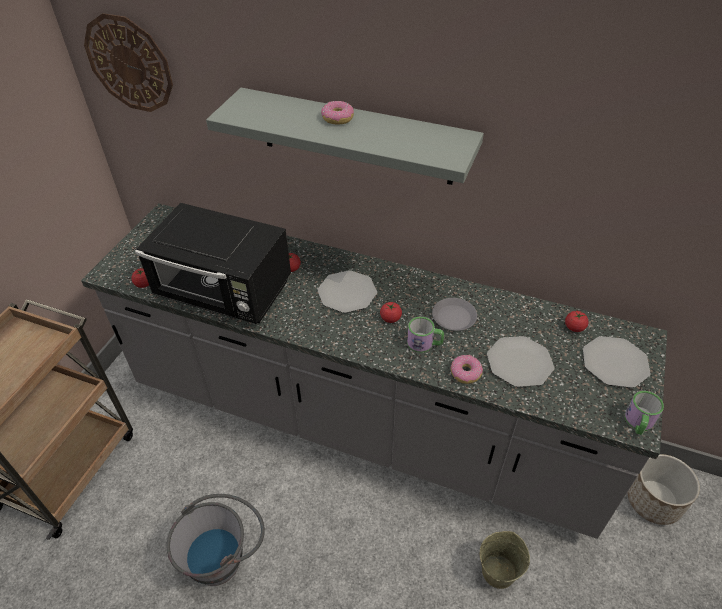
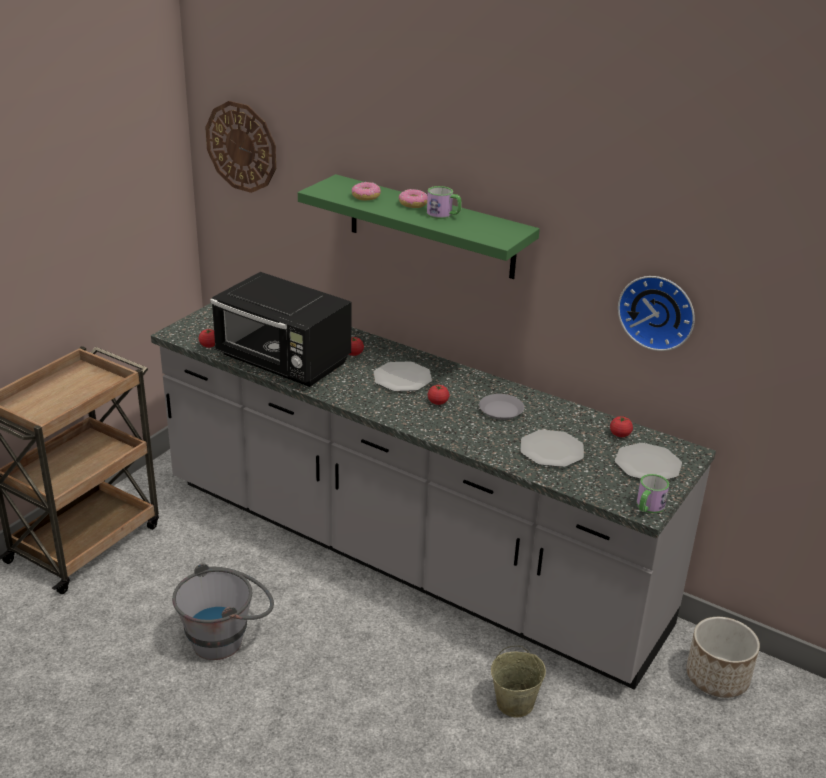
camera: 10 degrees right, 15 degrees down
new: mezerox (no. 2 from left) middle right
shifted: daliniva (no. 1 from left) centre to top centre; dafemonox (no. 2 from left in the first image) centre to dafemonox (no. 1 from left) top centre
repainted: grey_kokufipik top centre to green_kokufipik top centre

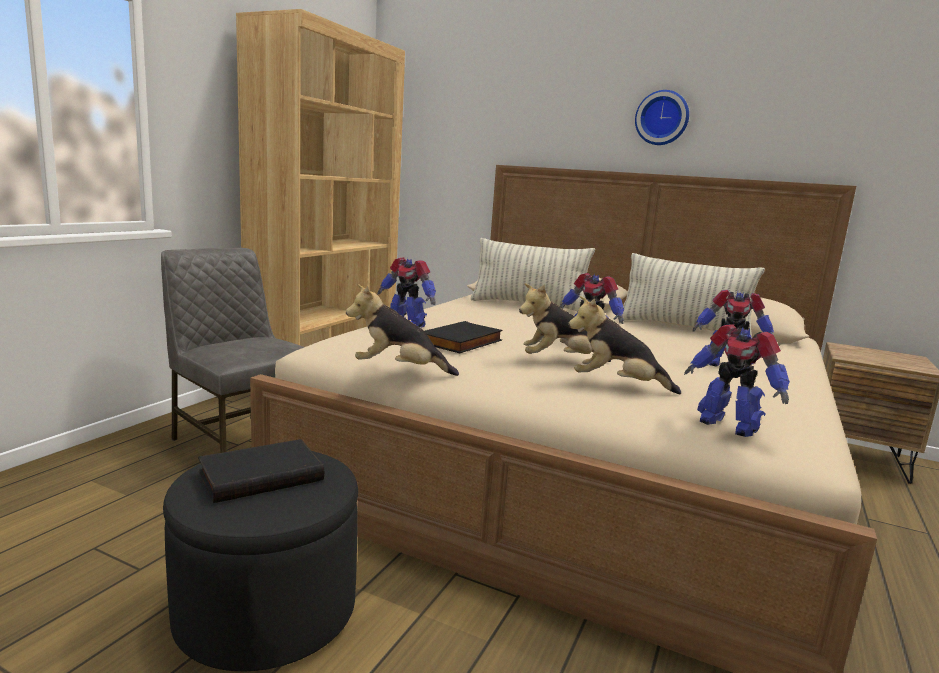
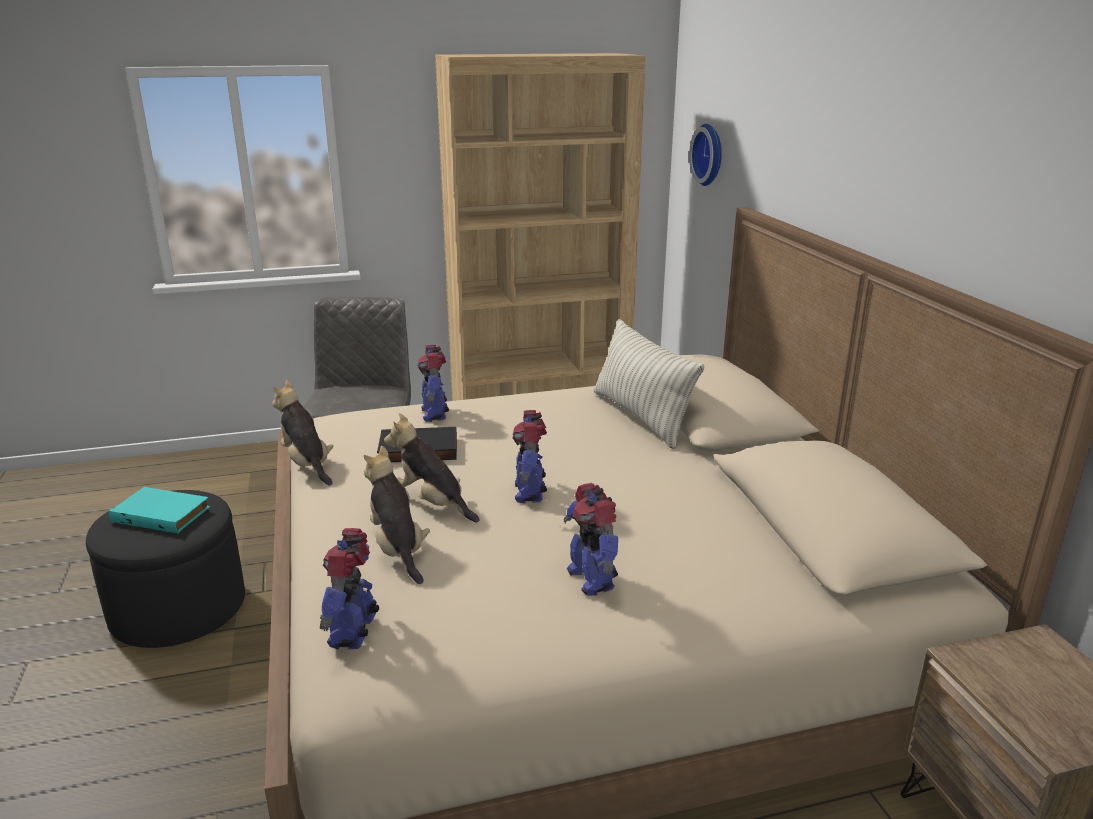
camera: 50 degrees right, 10 degrees up
gone: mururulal (no. 2 from left) middle right
shifted: mezerox top right to top centre
repainted: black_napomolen (no. 1 from left) bottom left to turquoise_napomolen middle left

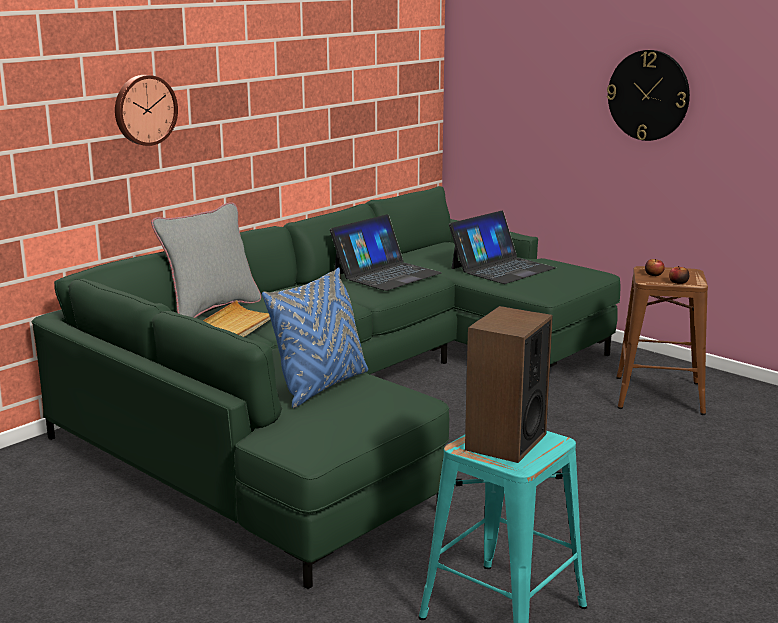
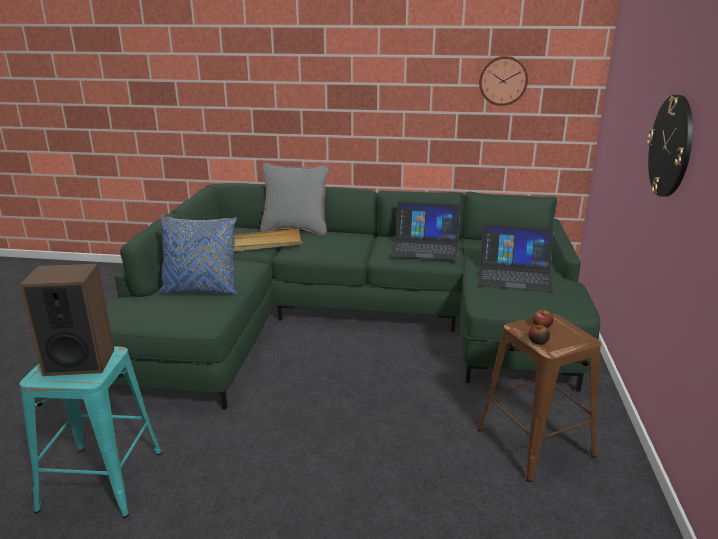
camera: 55 degrees right, 5 degrees up
shifted: mezerox (no. 1 from left) top left to top right

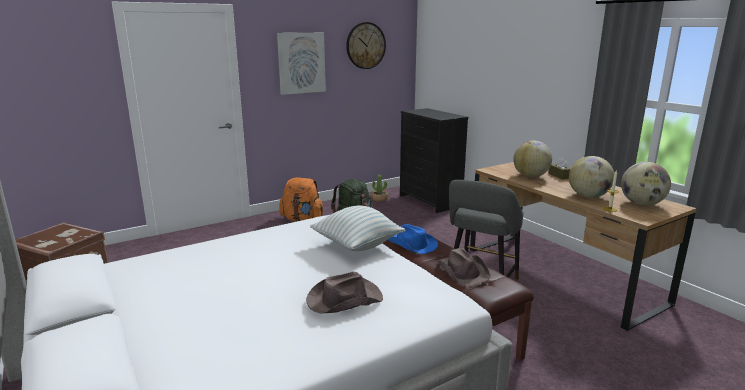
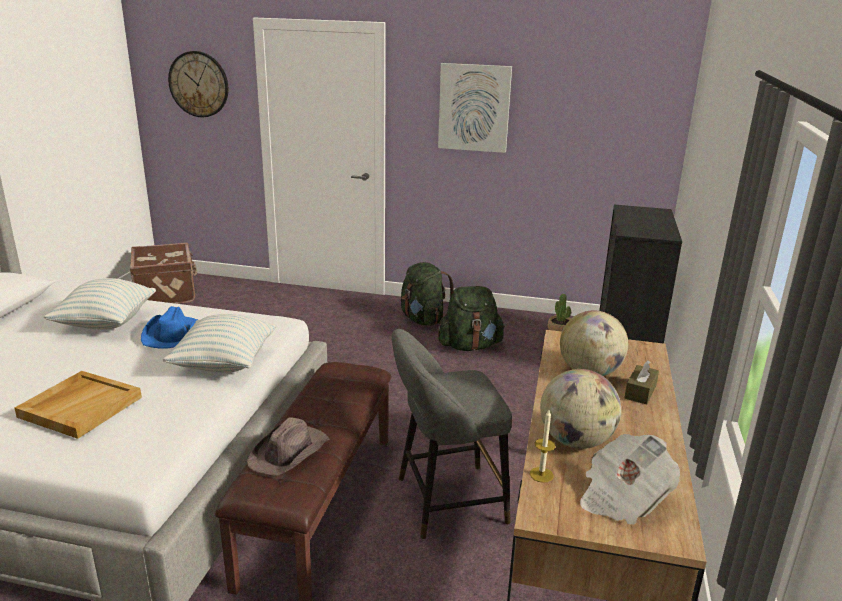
camera: 45 degrees right, 5 degrees up
new: mururulal (no. 1 from left) middle left
shifted: mezerox top centre to top left; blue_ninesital centre to middle left
swapped: brown_ninesital (no. 1 from left) bottom centre to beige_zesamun bottom left; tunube (no. 3 from left) middle right to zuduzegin bottom right
repainted: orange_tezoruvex centre to green_tezoruvex (no. 1 from left) centre

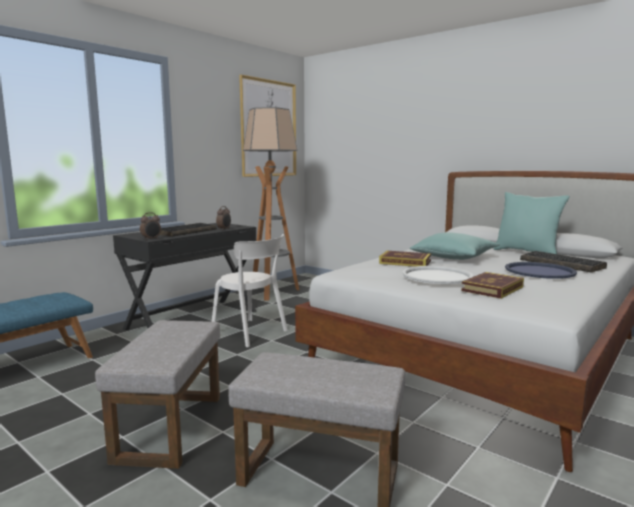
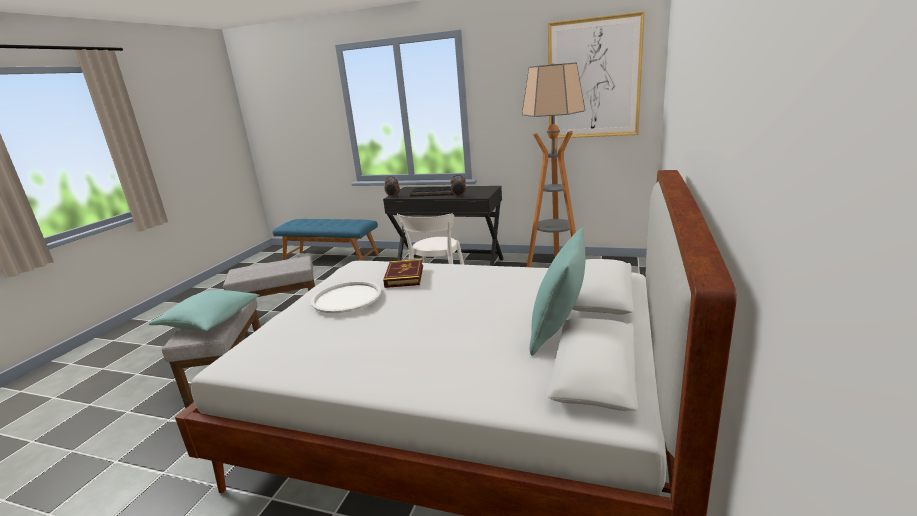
camera: 70 degrees right, 10 degrees up
gone: napomolen (no. 2 from left) middle right; blue_zesamun middle right; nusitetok (no. 2 from left) middle right
shifted: turquoise_mururulal (no. 1 from left) middle right to middle left

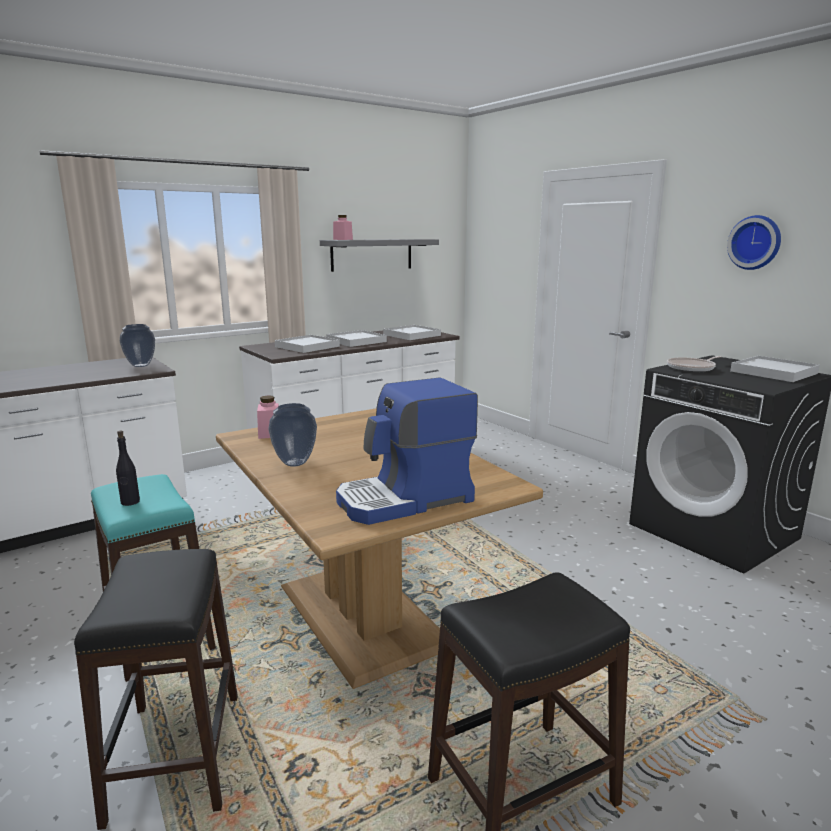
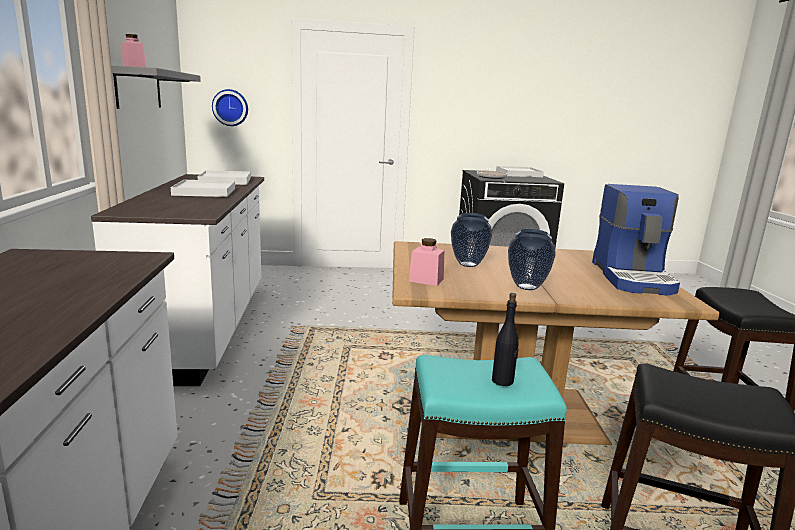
camera: 60 degrees left, 0 degrees up
gone: white_zesamun (no. 1 from left) centre
shifted: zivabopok (no. 1 from left) middle left to centre; mezerox top right to top left

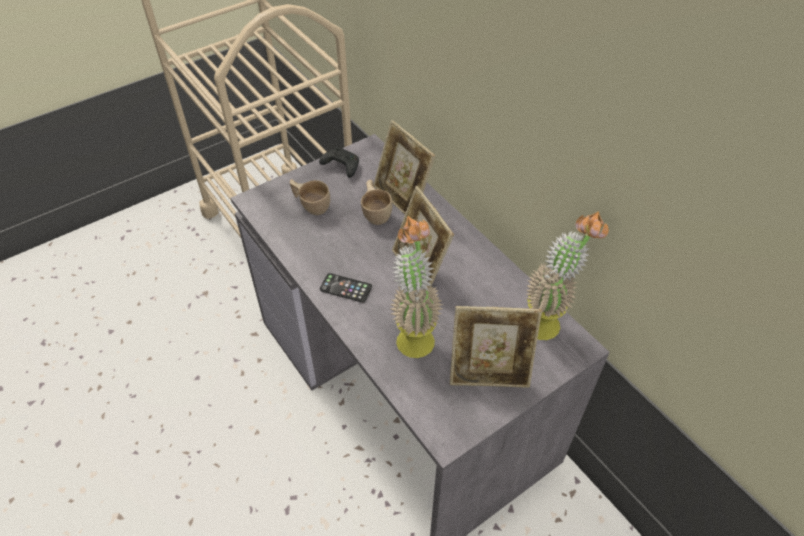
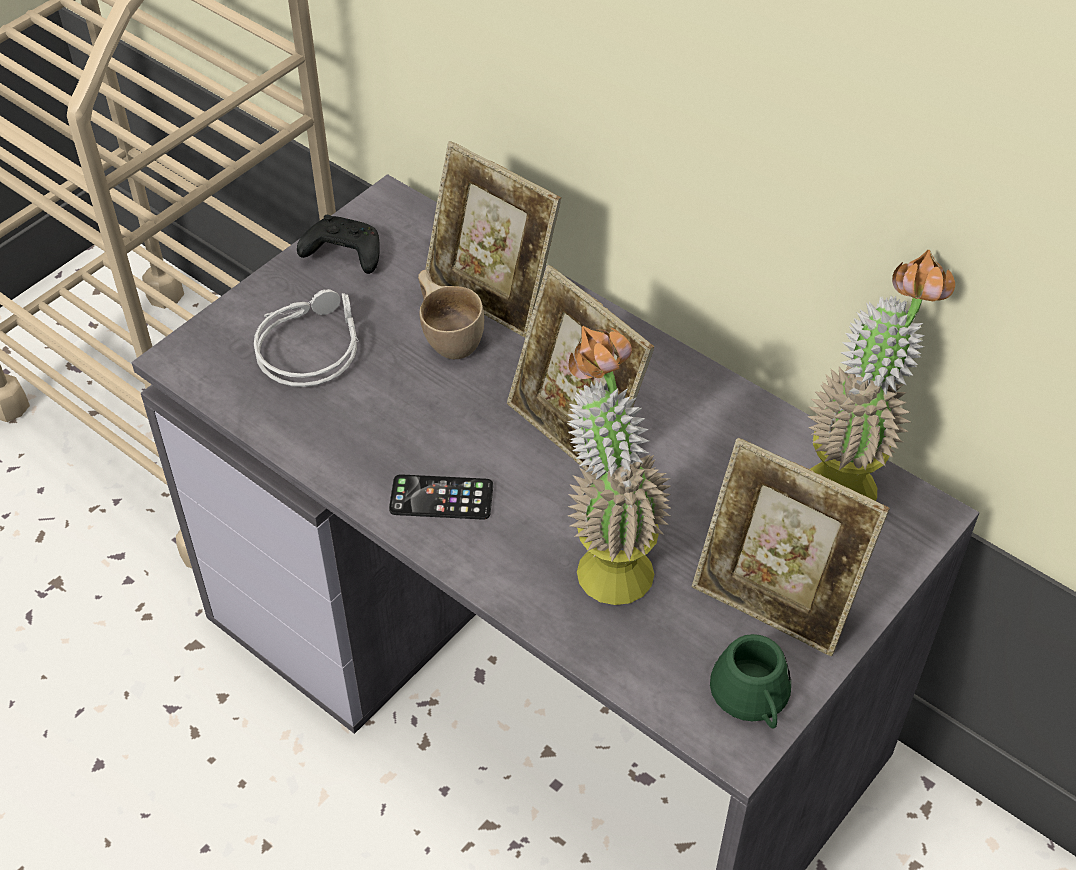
camera: 15 degrees left, 0 degrees up
new: green_daliniva bottom right
swapped: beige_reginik (no. 1 from left) centre to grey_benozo middle left
rotated: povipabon (no. 3 from left) centre = middle right 45 degrees clockwise

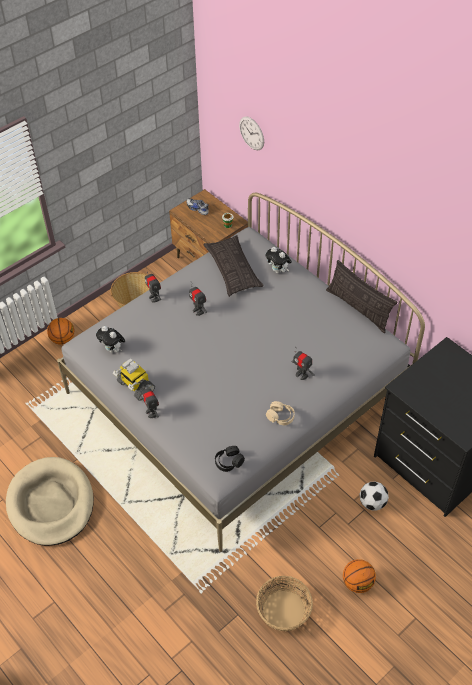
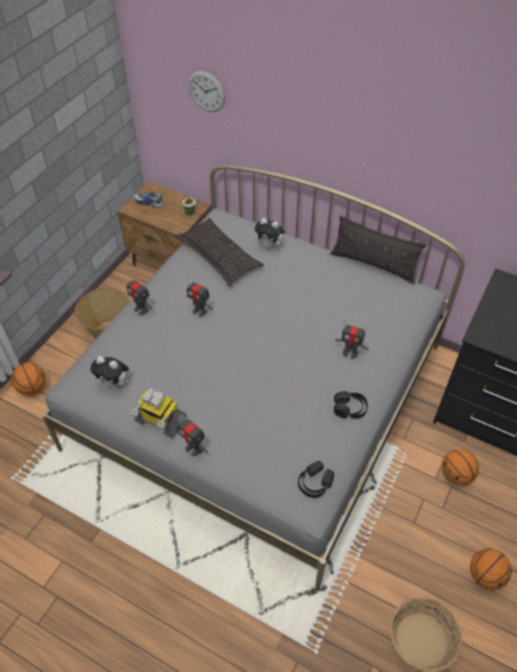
camera: 20 degrees left, 0 degrees up
gone: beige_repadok bottom left
swapped: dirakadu bottom right to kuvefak (no. 2 from left) bottom right
repainted: beige_benozo centre to black_benozo (no. 2 from left) middle right

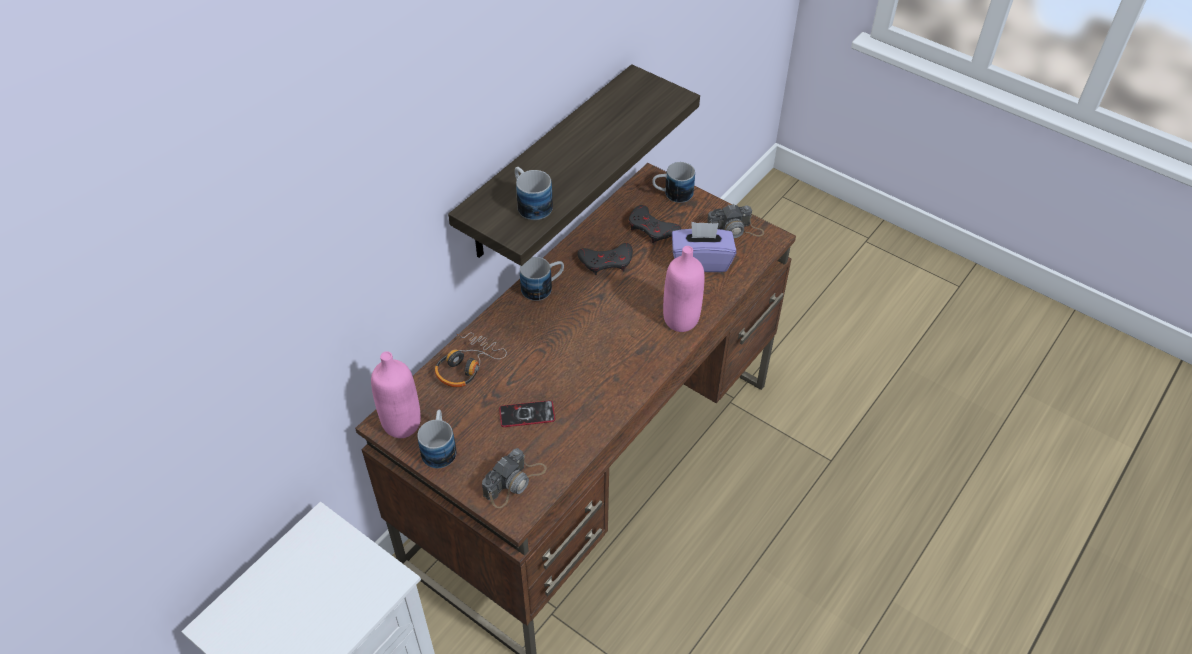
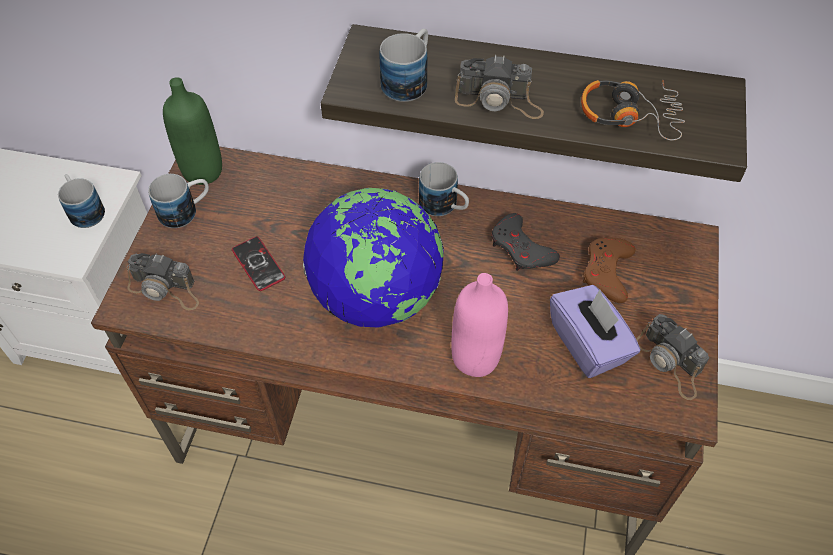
camera: 65 degrees right, 5 degrees up
new: tunube centre; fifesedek (no. 2 from left) top centre
shifted: benozo centre to top right; daliniva (no. 4 from left in the first image) top centre to daliniva (no. 1 from left) middle left
repainted: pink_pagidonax (no. 1 from left) middle left to green_pagidonax top left; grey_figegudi (no. 2 from left) centre to brown_figegudi middle right

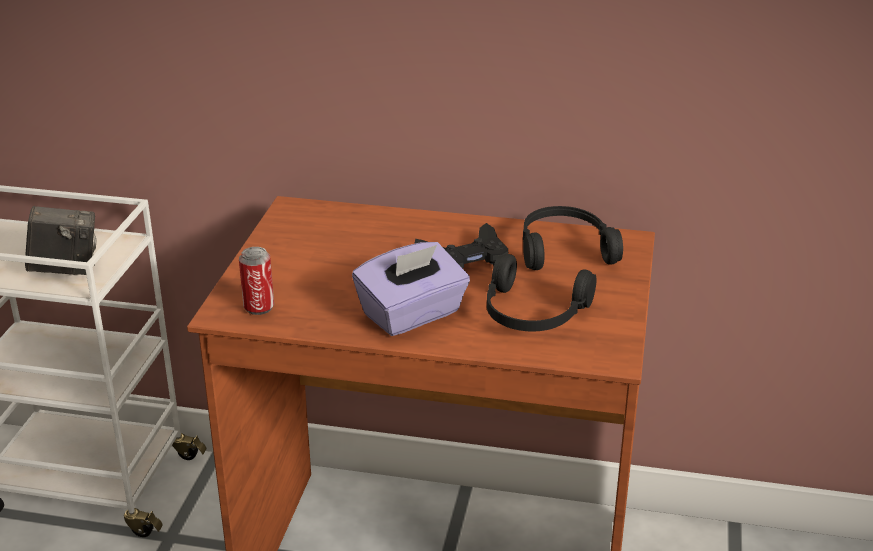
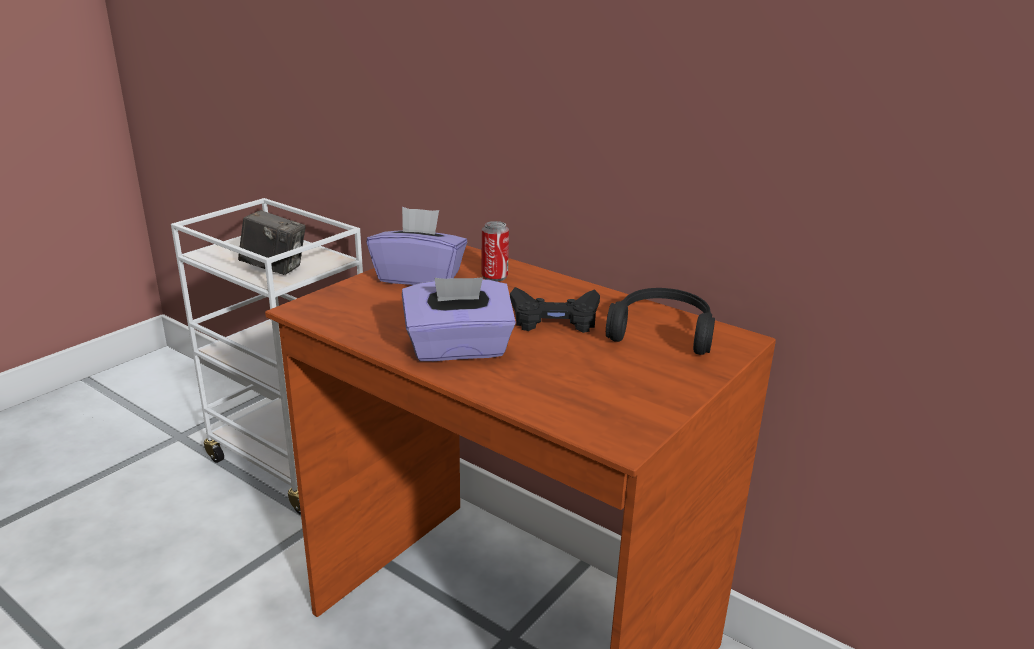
camera: 25 degrees right, 5 degrees down
gone: black_benozo (no. 1 from left) centre
new: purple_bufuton (no. 1 from left) centre
shifted: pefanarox middle left to centre

